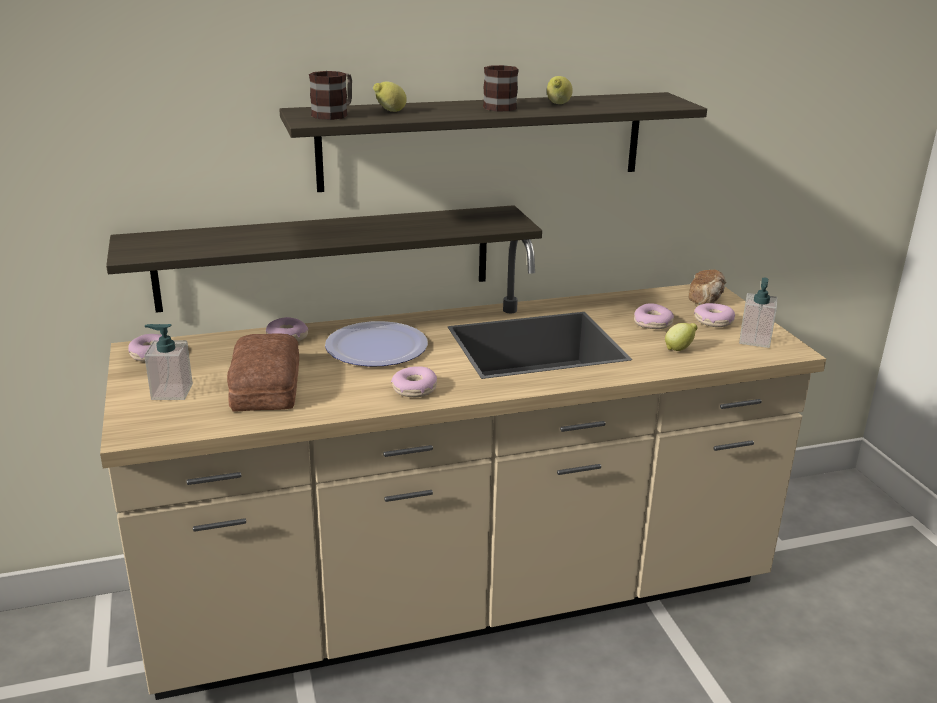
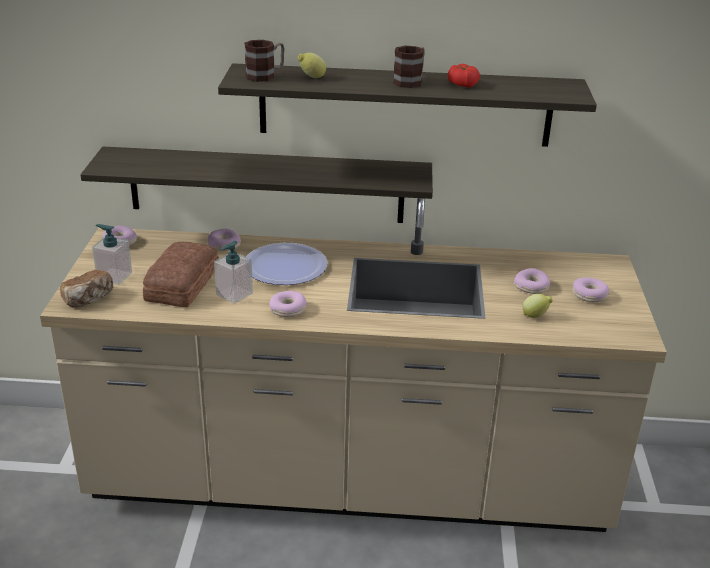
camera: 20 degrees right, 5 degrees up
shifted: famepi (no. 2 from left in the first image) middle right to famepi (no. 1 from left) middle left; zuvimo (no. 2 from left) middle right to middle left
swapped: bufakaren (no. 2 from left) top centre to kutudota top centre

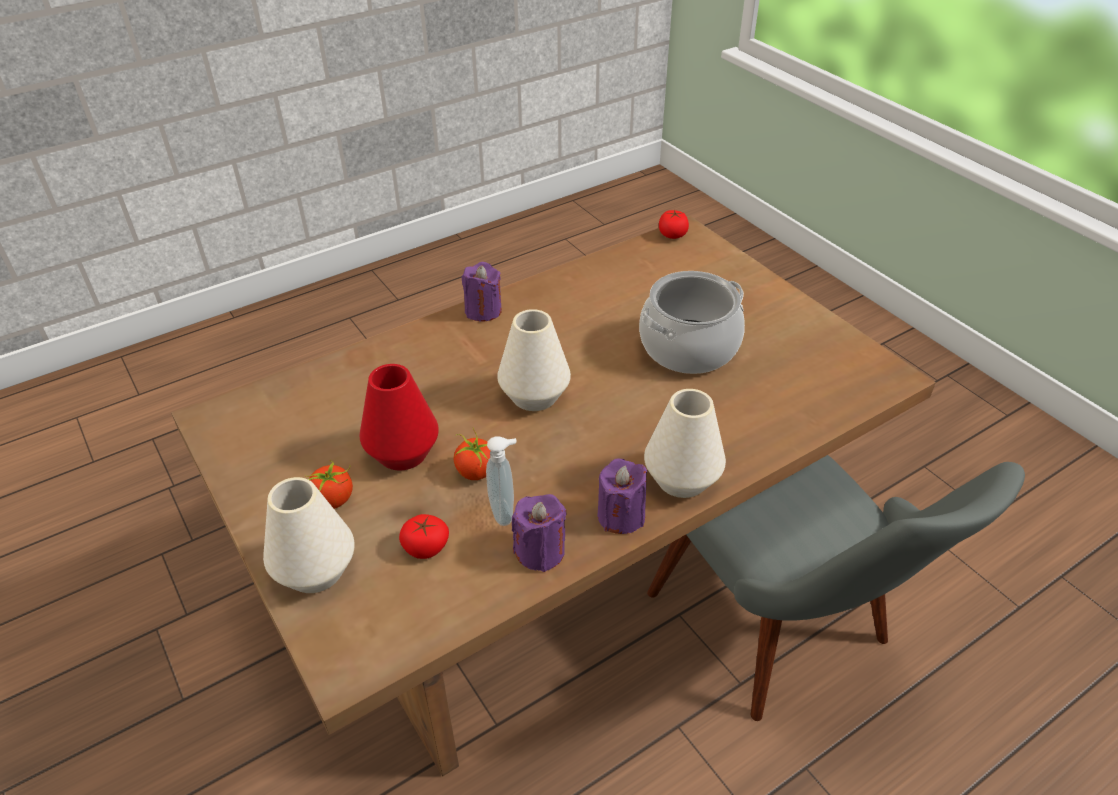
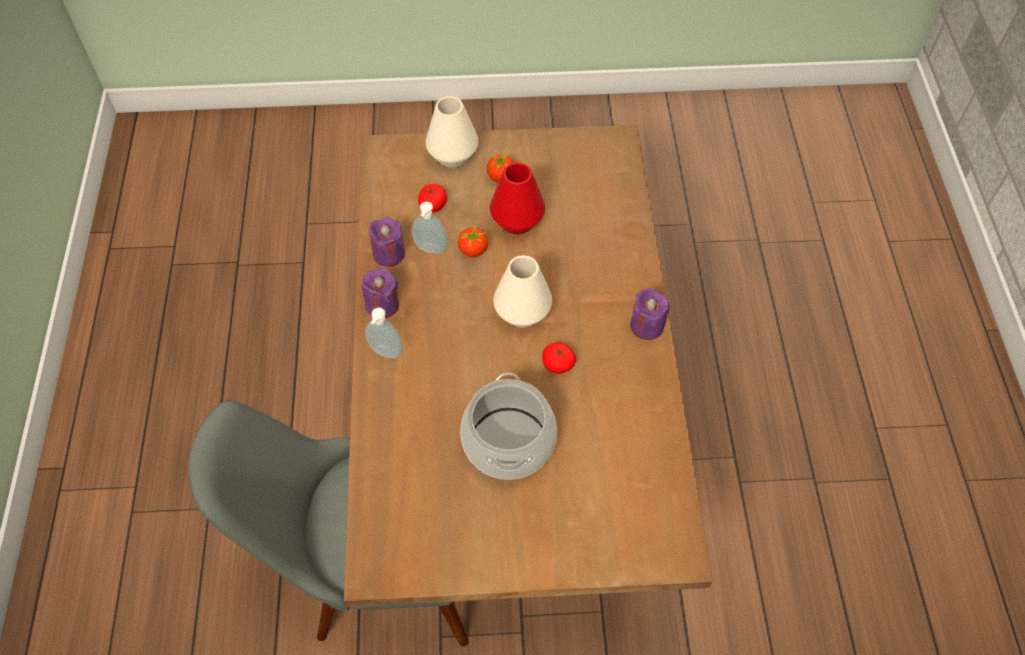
camera: 120 degrees right, 15 degrees up
shifted: kutudota (no. 4 from left) top centre to centre
swapped: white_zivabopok (no. 3 from left) centre to zuvimo (no. 1 from left) centre

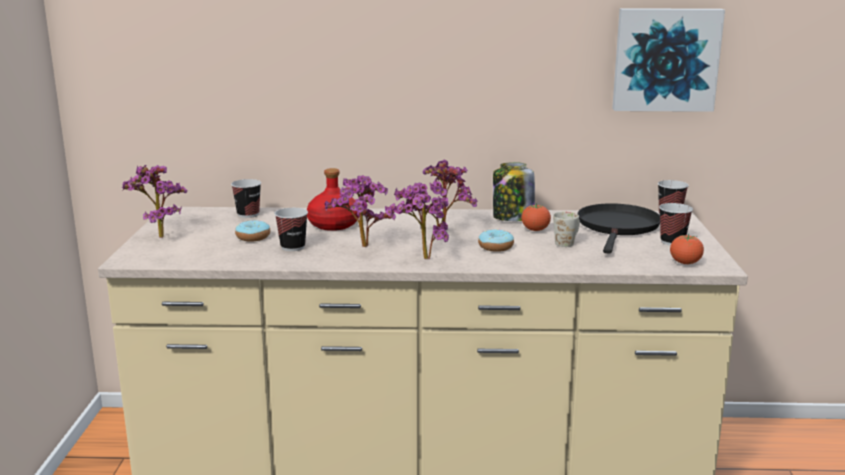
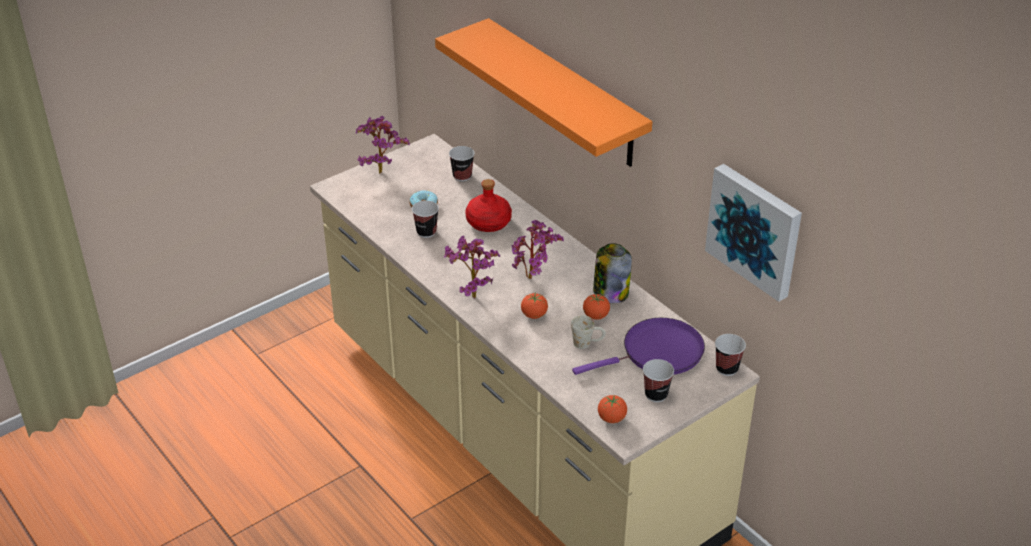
camera: 50 degrees right, 20 degrees up
gone: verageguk (no. 2 from left) centre
new: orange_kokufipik top centre
swapped: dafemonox (no. 2 from left) centre to kutudota (no. 1 from left) centre
repainted: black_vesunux middle right to purple_vesunux centre

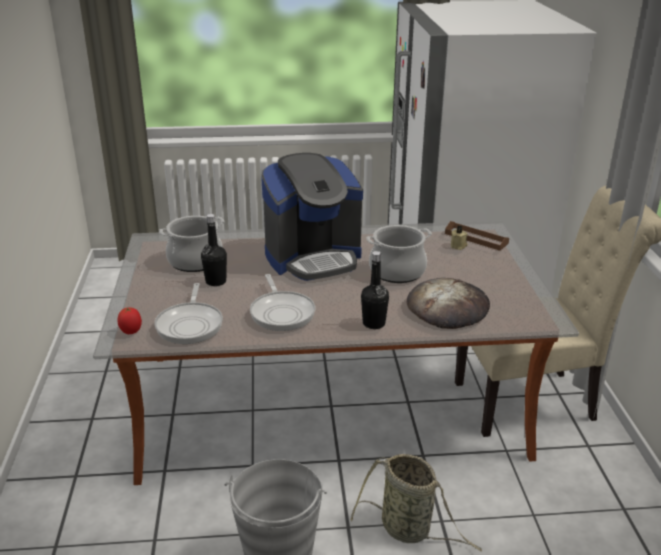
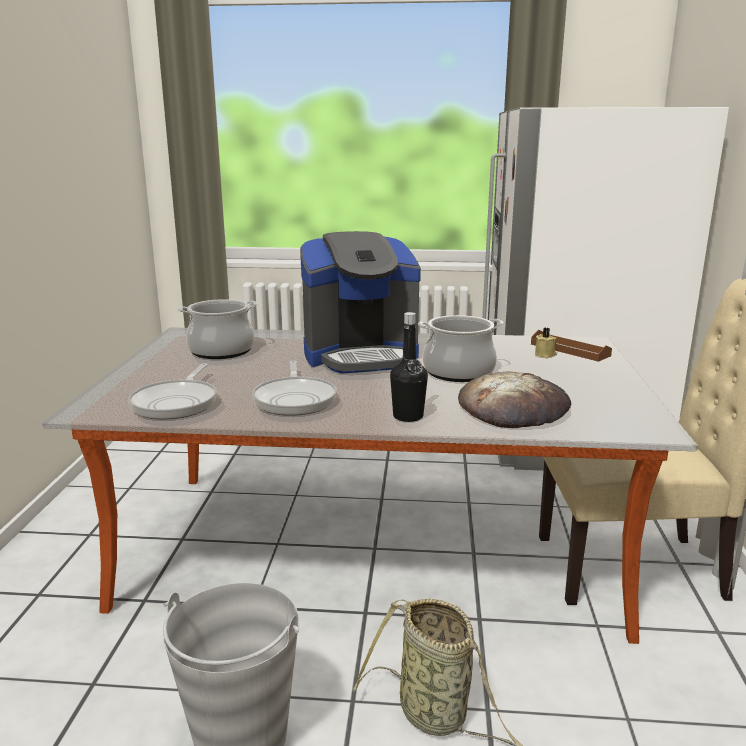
camera: 10 degrees right, 10 degrees down
gone: kutudota middle left; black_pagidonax (no. 1 from left) middle left

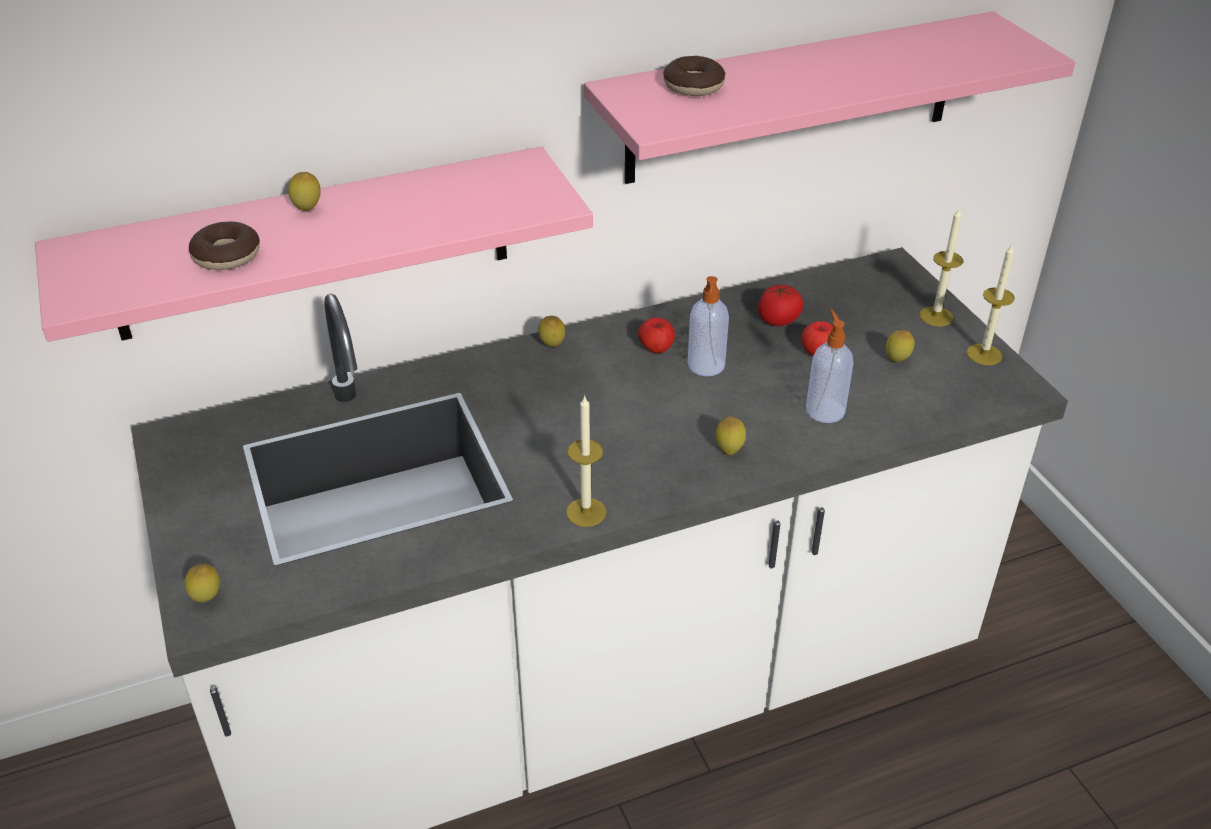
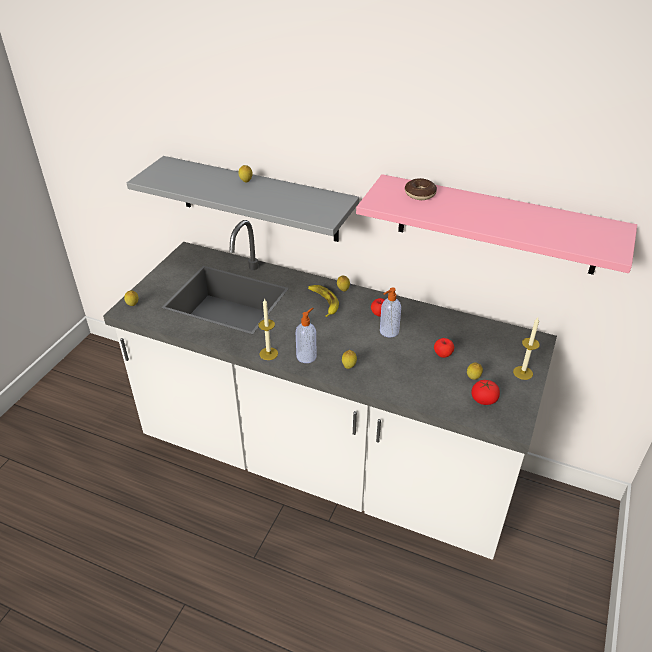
camera: 45 degrees right, 0 degrees up
gone: dafemonox (no. 1 from left) top left; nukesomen (no. 3 from left) middle right
new: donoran centre
shifted: kutudota centre to middle right; zuvimo (no. 2 from left in the first image) middle right to zuvimo (no. 1 from left) centre
repainted: pink_kokufipik (no. 1 from left) top left to grey_kokufipik top centre

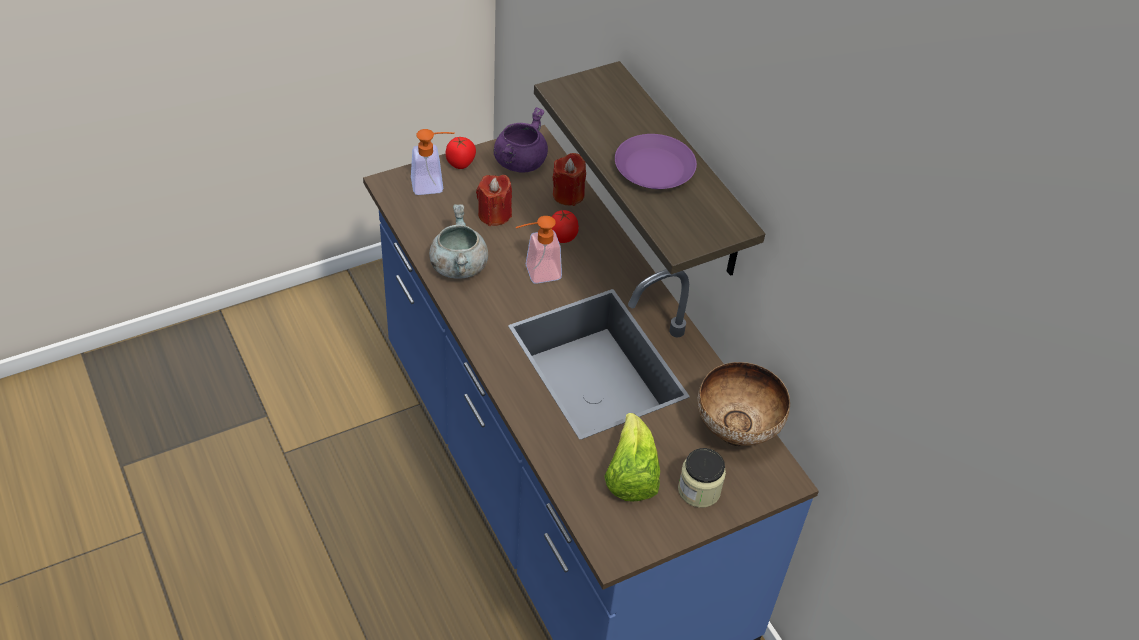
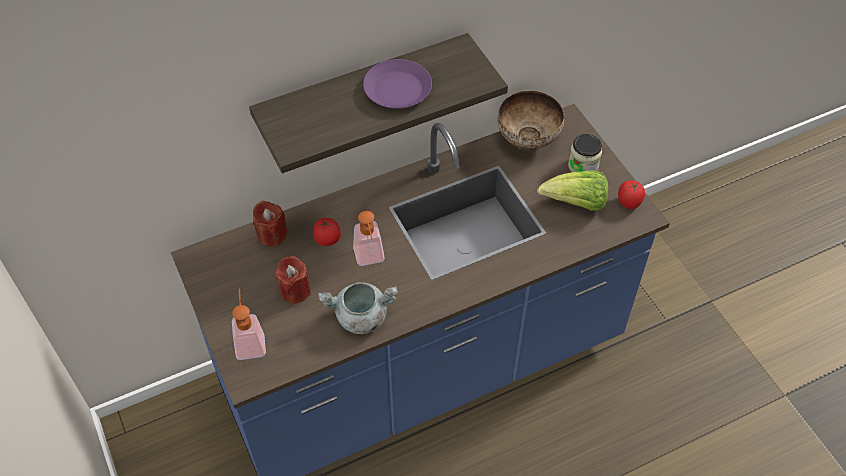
camera: 85 degrees left, 5 degrees up
gone: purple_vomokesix top centre
shifted: kutudota (no. 1 from left in the first image) top centre to kutudota (no. 2 from left) middle right

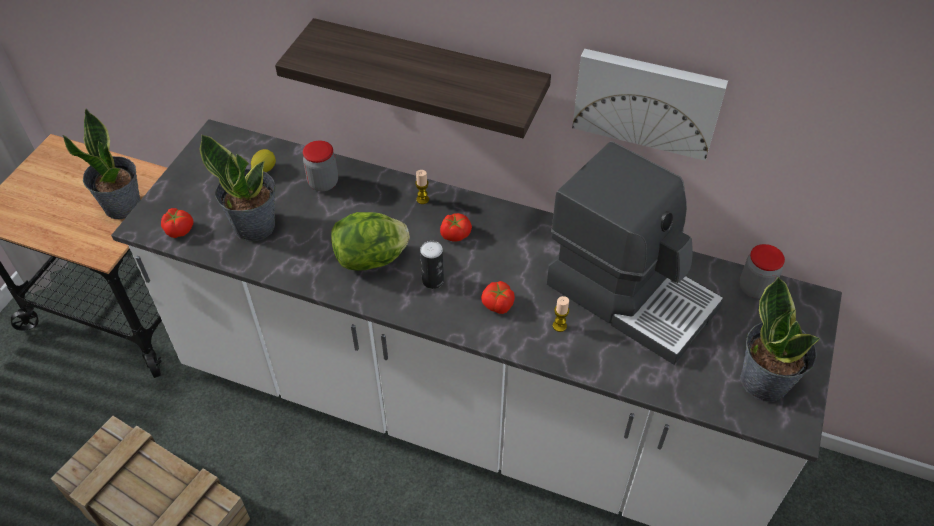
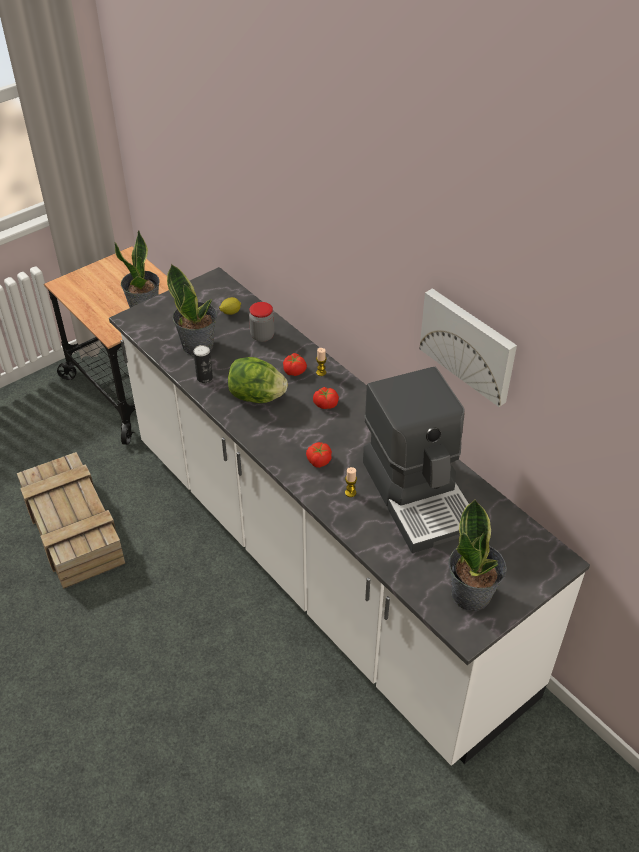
camera: 30 degrees right, 5 degrees down
gone: kokufipik top centre; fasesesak (no. 2 from left) middle right
shifted: kutudota (no. 1 from left) middle left to centre; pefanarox centre to middle left

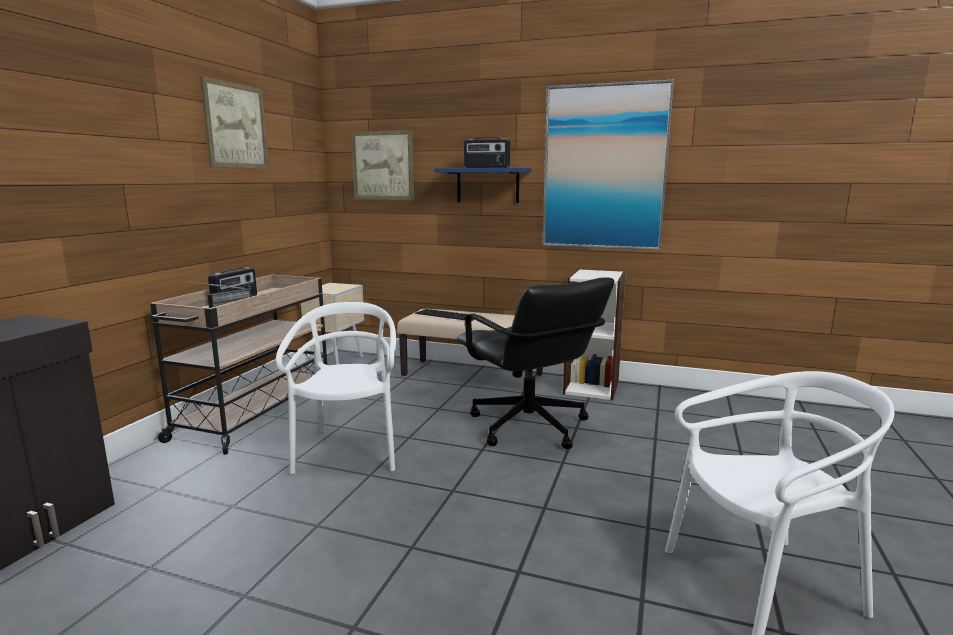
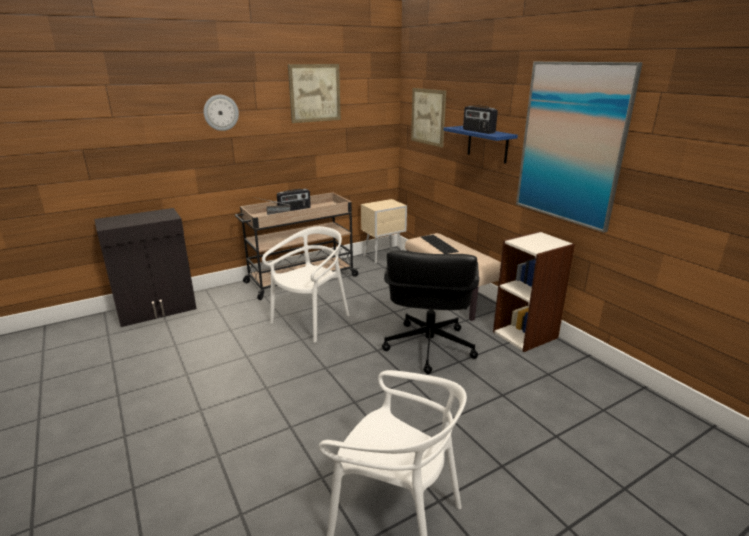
camera: 40 degrees right, 10 degrees up
new: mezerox top left

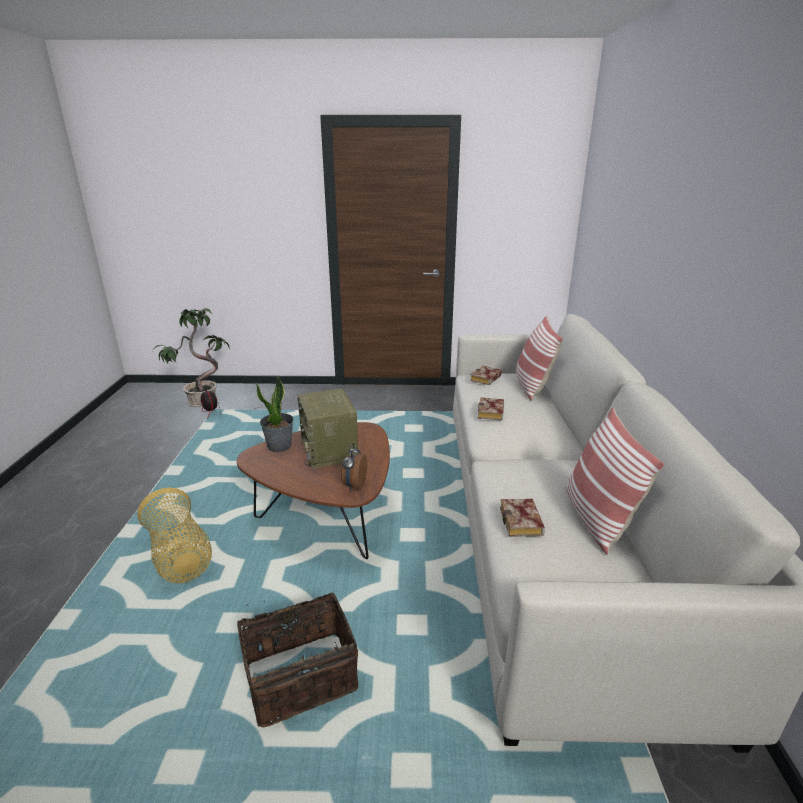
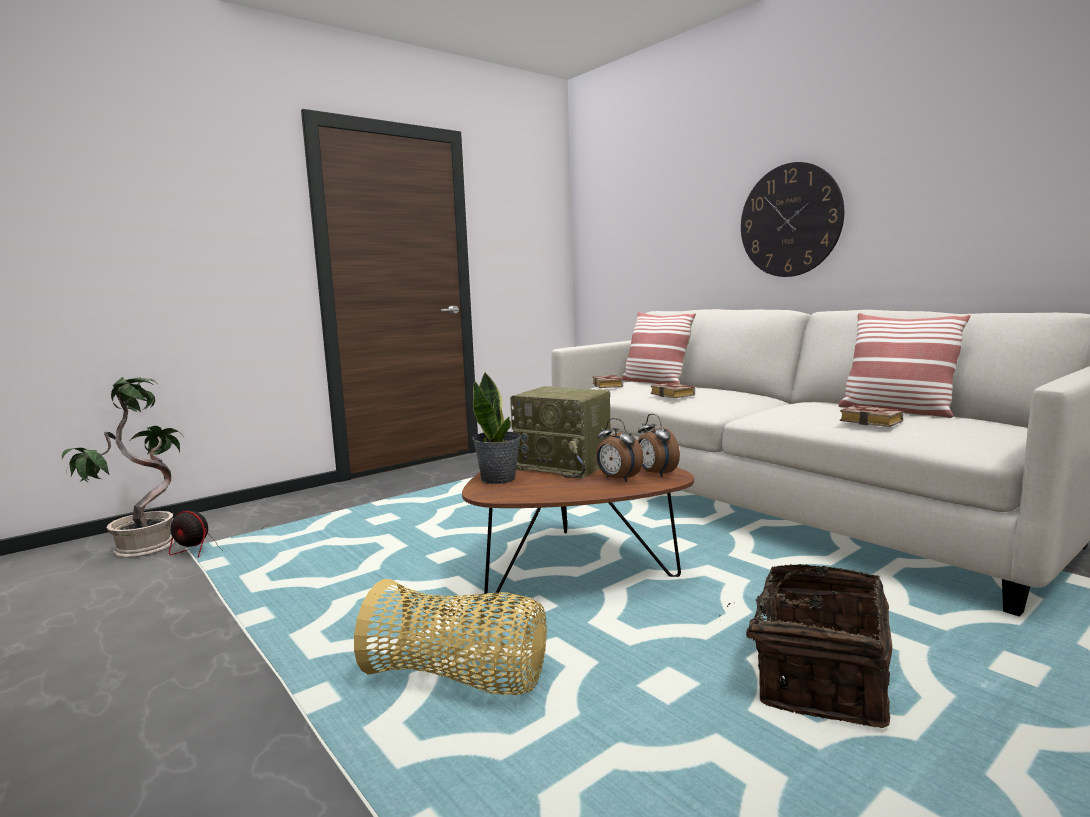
camera: 40 degrees left, 15 degrees down
new: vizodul (no. 1 from left) centre; mezerox top right

